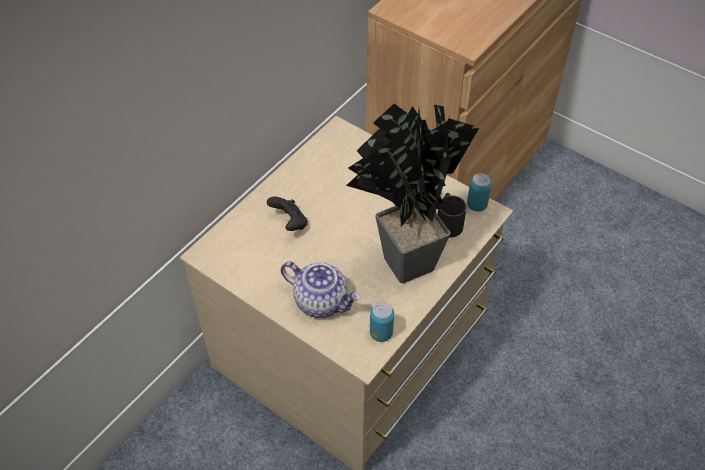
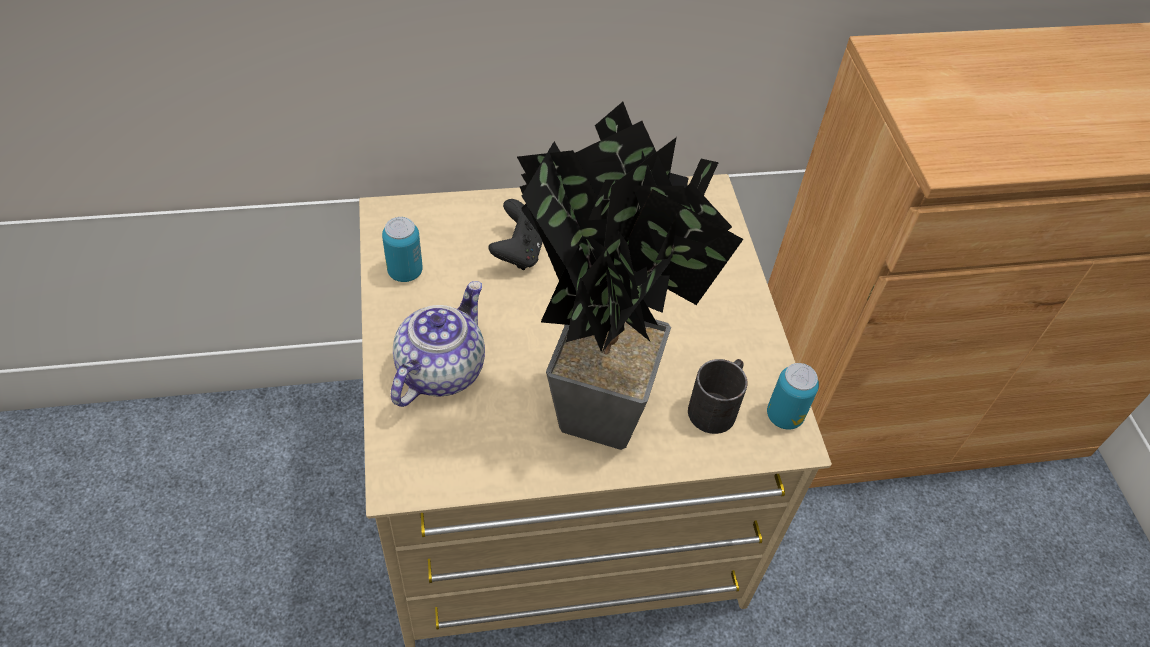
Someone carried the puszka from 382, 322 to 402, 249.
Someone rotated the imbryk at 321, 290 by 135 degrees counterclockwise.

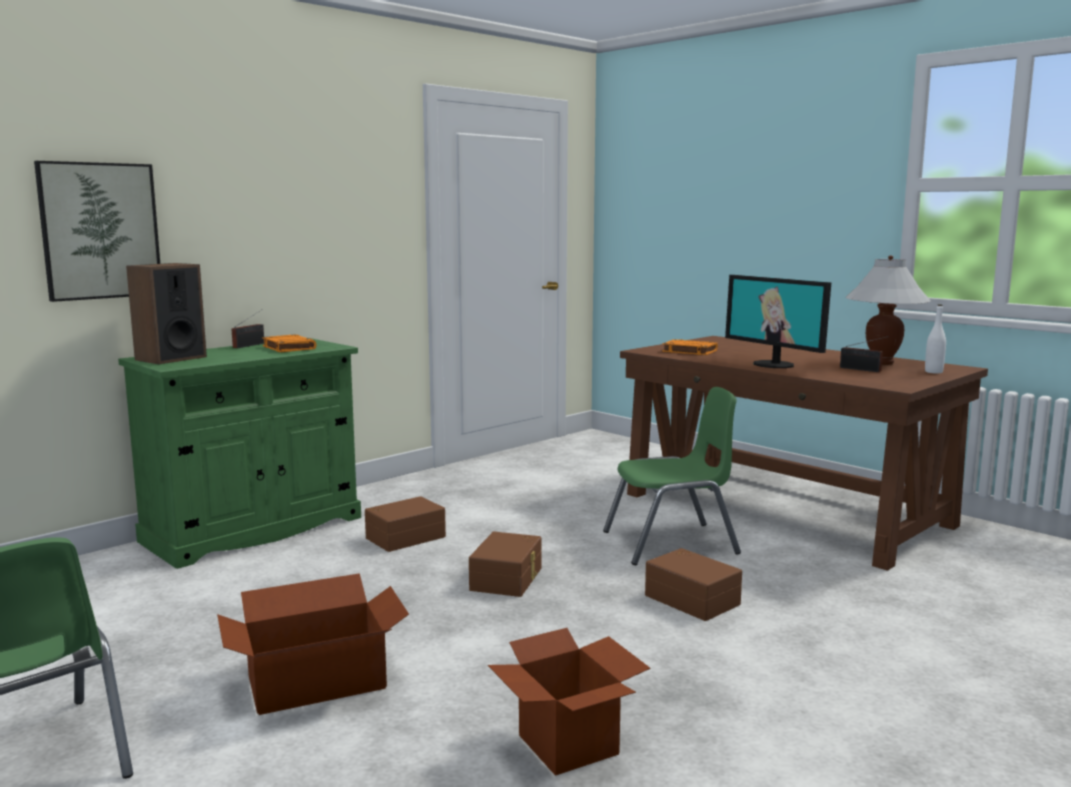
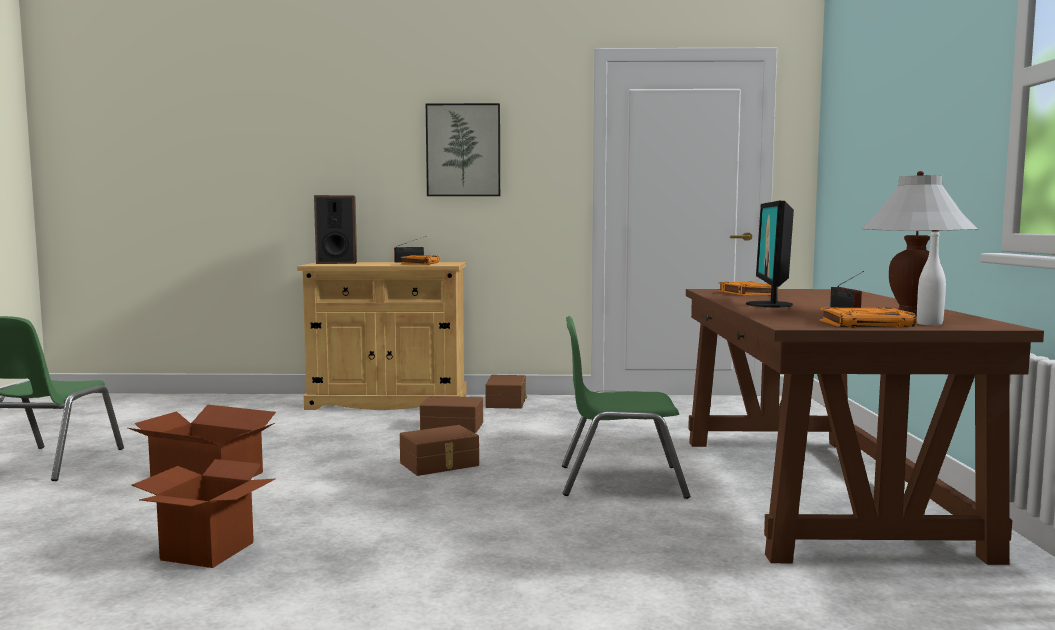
Someone put down the książka/pomarańczowy at 868, 317.
Someone carried the obraz from 97, 231 to 463, 149.
Someone carried the pojemnik do przechowywania/brązowy from 693, 584 to 506, 392.
Someone repainted the szafka/zielony at 239, 453, which became the szafka/beżowy at 382, 336.
Someone rotated the krzesło/zielony at 672, 476 by 150 degrees clockwise.

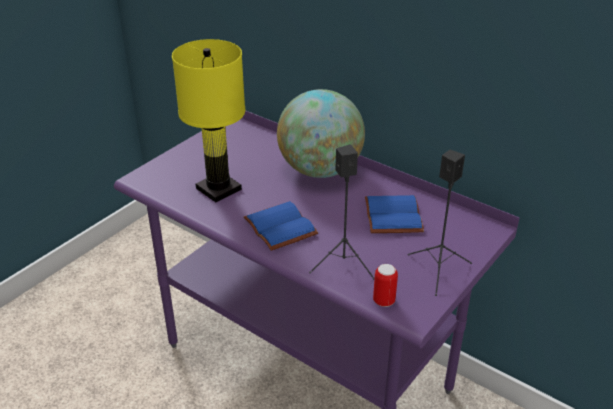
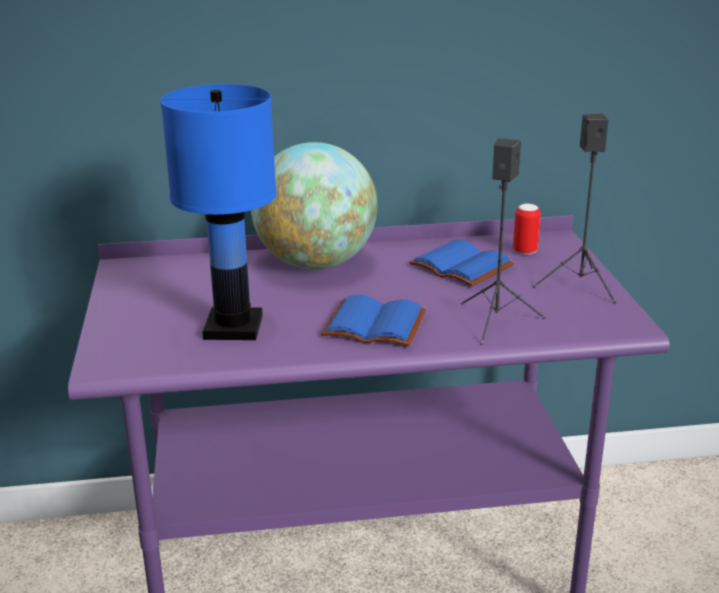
Someone carried the puszka from 385, 285 to 527, 229.
Someone repainted the lampa stołowa/żółty at 208, 121, which became the lampa stołowa/niebieski at 218, 212.

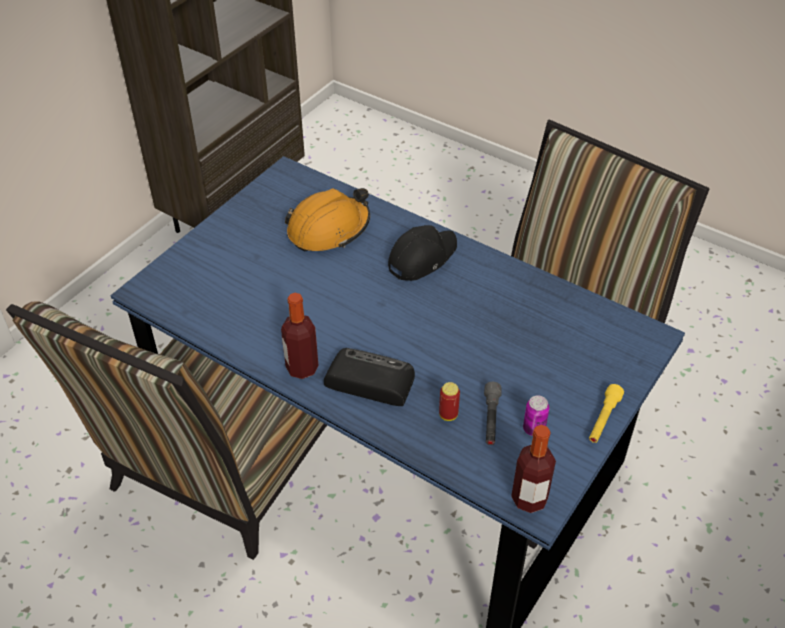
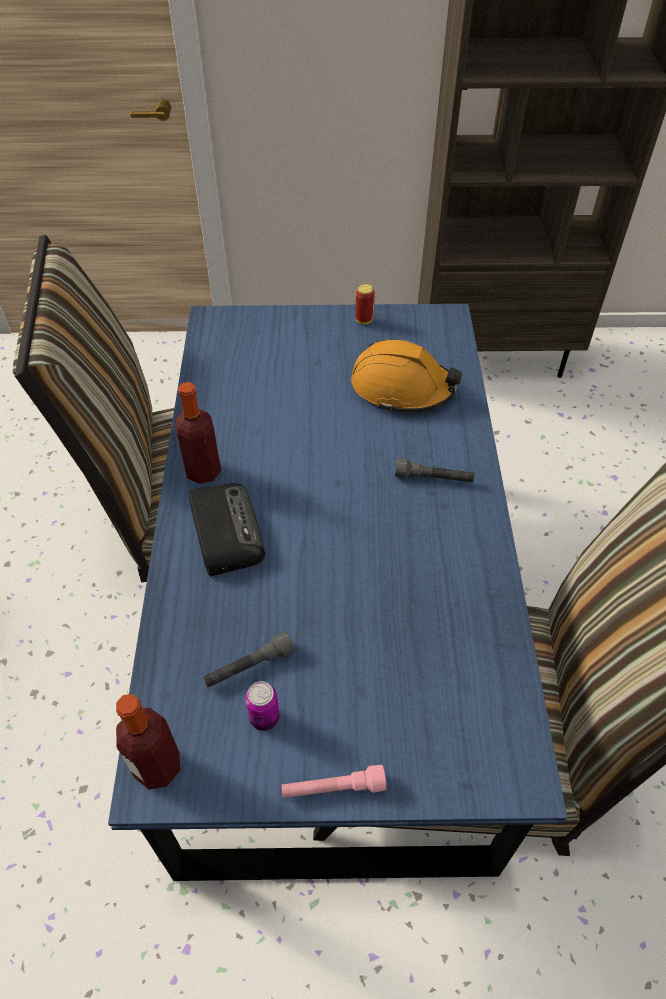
Someone carried the puszka from 449, 401 to 365, 304.
Someone swapped the czapka z daszkiem/czarny at 422, 253 for the latarka/szary at 435, 470.
Someone repainted the latarka/żółty at 606, 413, which became the latarka/różowy at 333, 781.

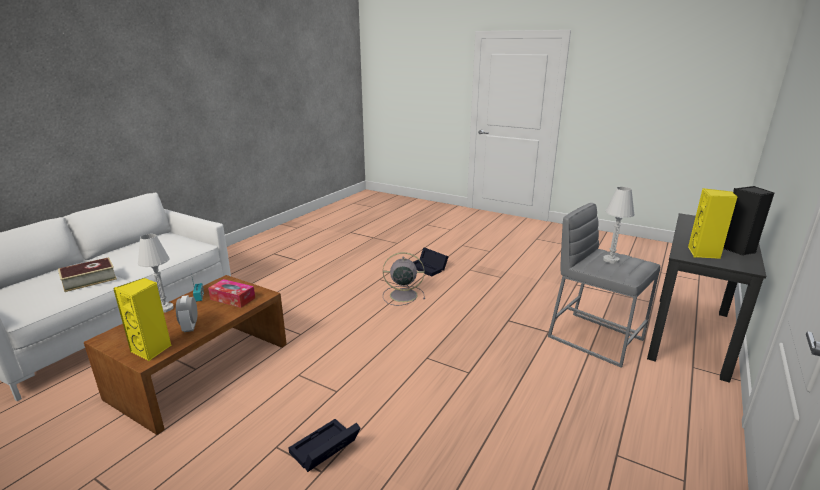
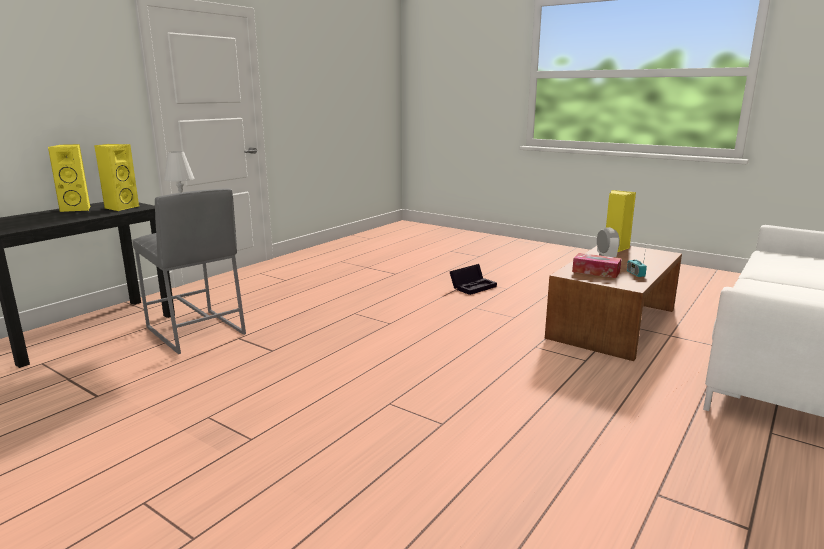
Someone took away the książka at 87, 274.
Someone took away the lampa stołowa/biały at 156, 273.
Someone took away the wentylator/szary at 404, 279.
Someone took away the pojemnik do przechowywania/czarny at 431, 262.
Someone repainted the głośnik/czarny at 748, 221, which became the głośnik/żółty at 69, 178.

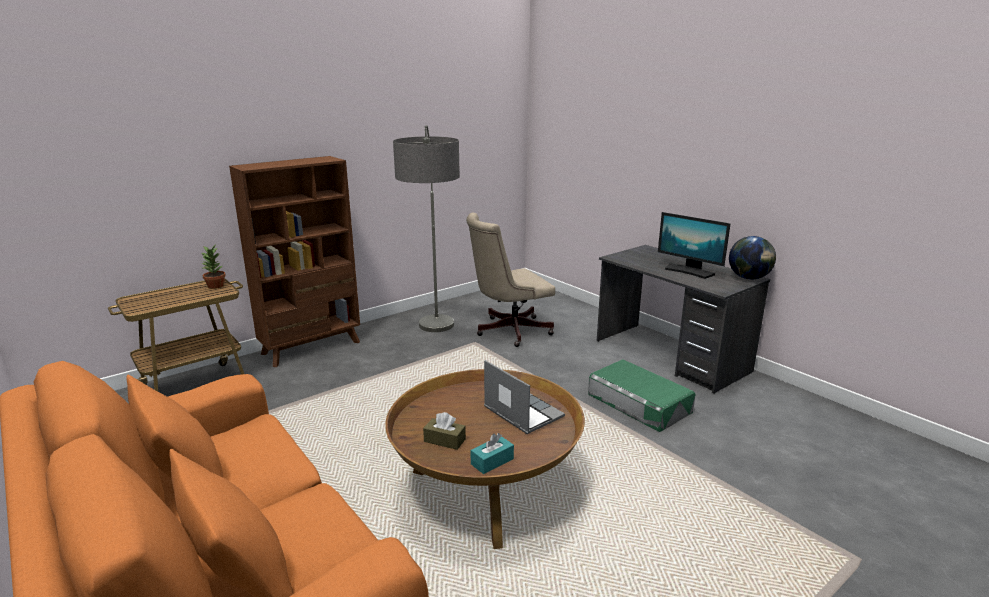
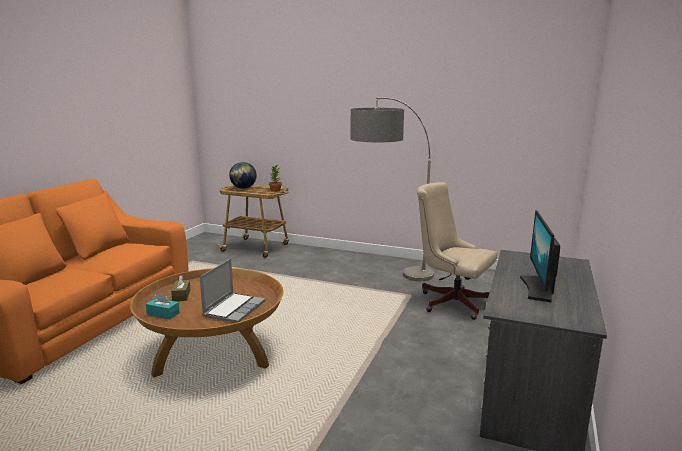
Someone took away the regał/brązowy at 294, 261.
Someone took away the pojemnik do przechowywania/zielony at 642, 395.
Someone carried the globus from 752, 257 to 243, 175.

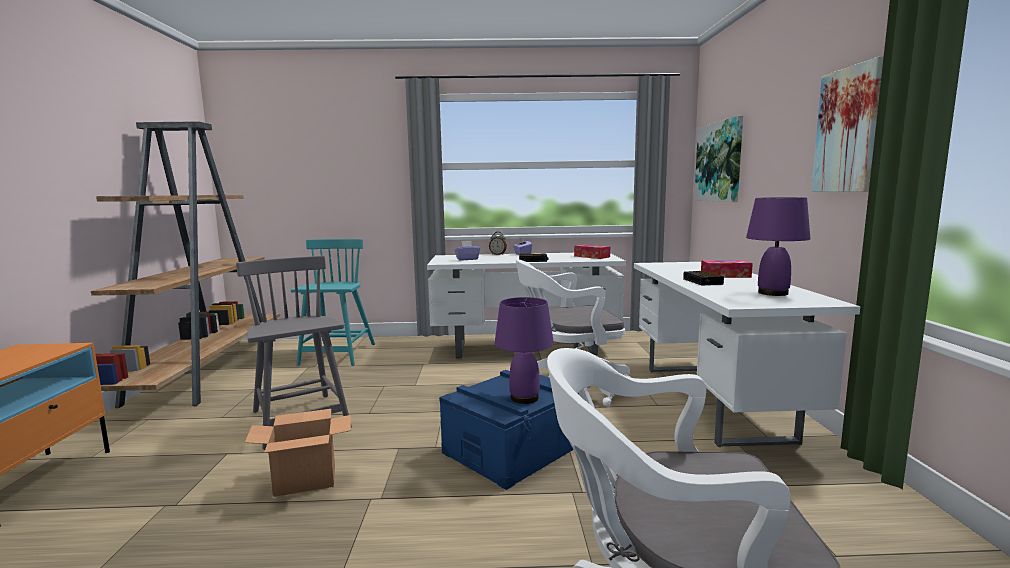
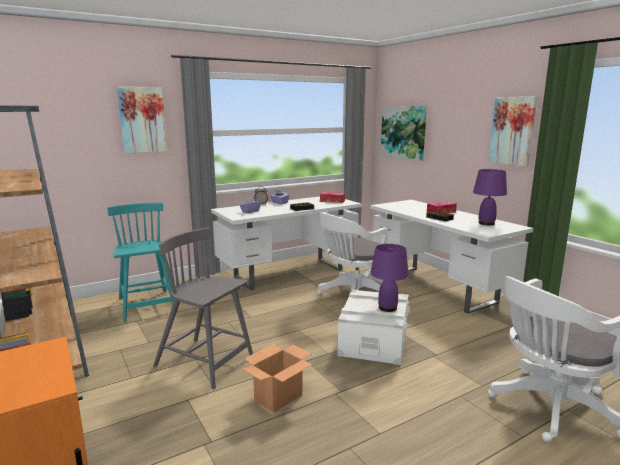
Someone put up the obraz at 142, 120.
Someone repainted the pojemnik do przechowywania/niebieski at 509, 430, which became the pojemnik do przechowywania/biały at 373, 327.

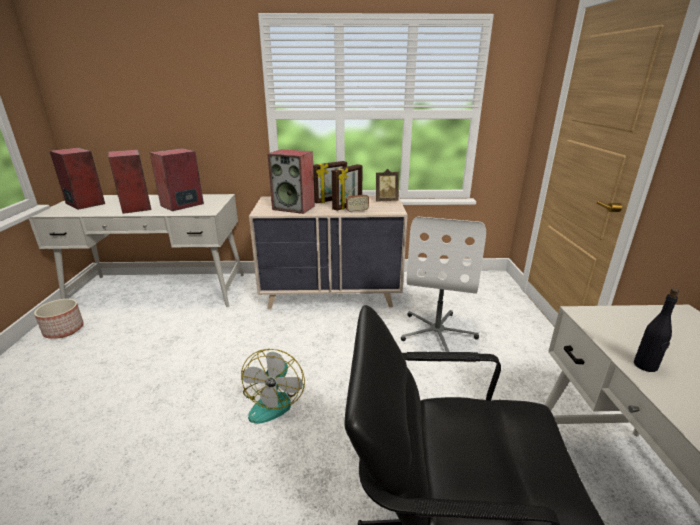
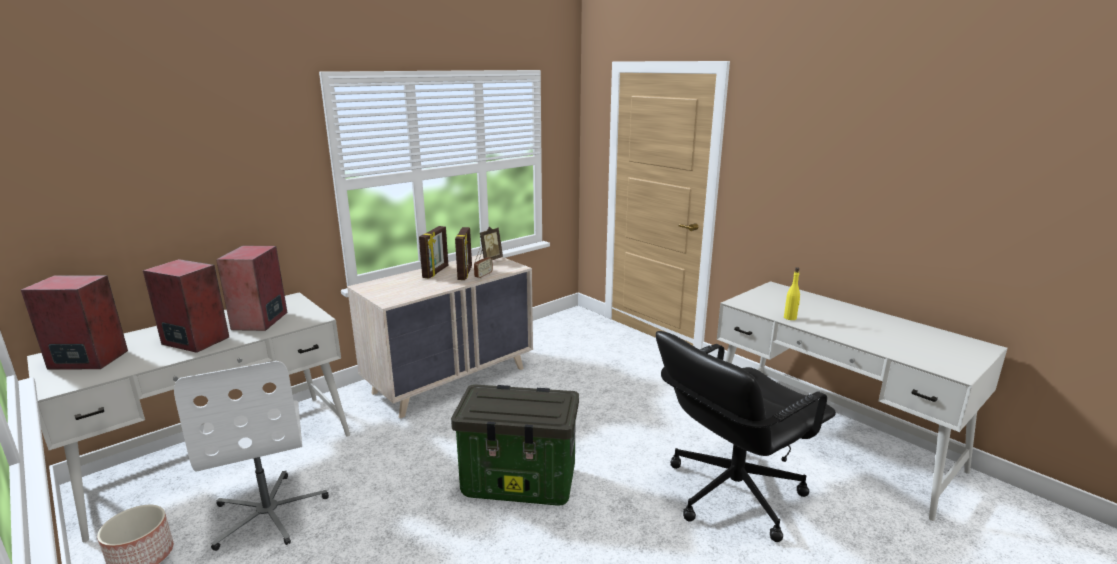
Someone took away the głośnik at 291, 181.
Someone carried the krzesło biurowe/biały from 443, 284 to 251, 456.
Someone swapped the wentylator at 273, 386 for the pojemnik do przechowywania at 515, 445.
Someone repainted the butelka/czarny at 656, 330, which became the butelka/żółty at 792, 293.

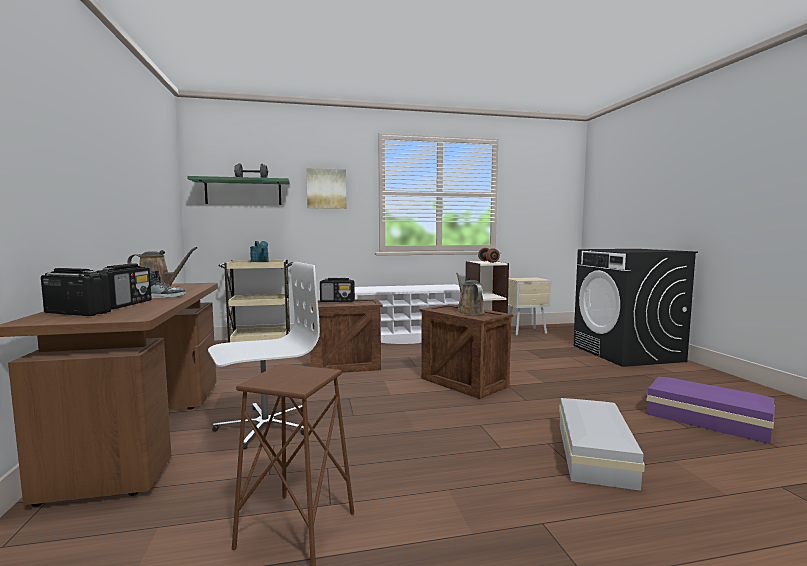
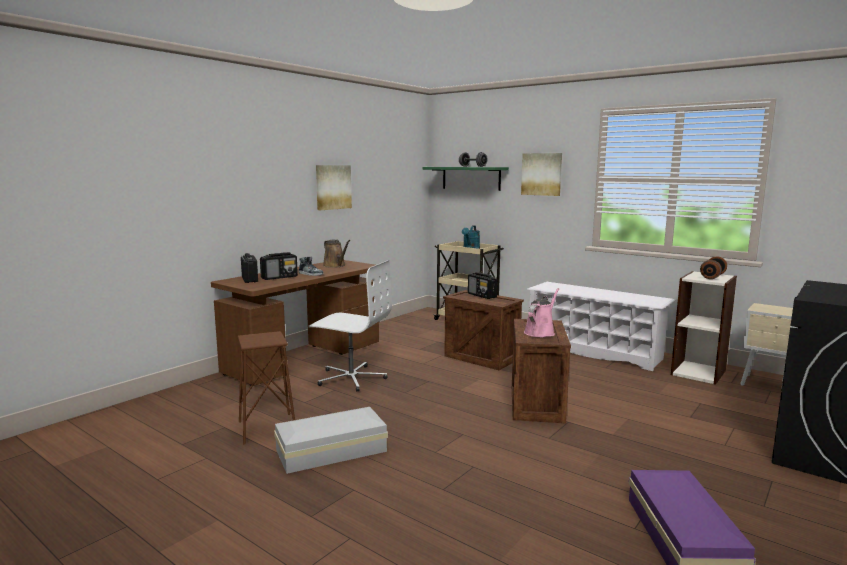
Someone put up the obraz at 334, 187.
Someone carried the pojemnik do przechowywania/biały from 602, 444 to 331, 440.
Someone repainted the konewka/brązowy at 470, 294, which became the konewka/różowy at 542, 312.

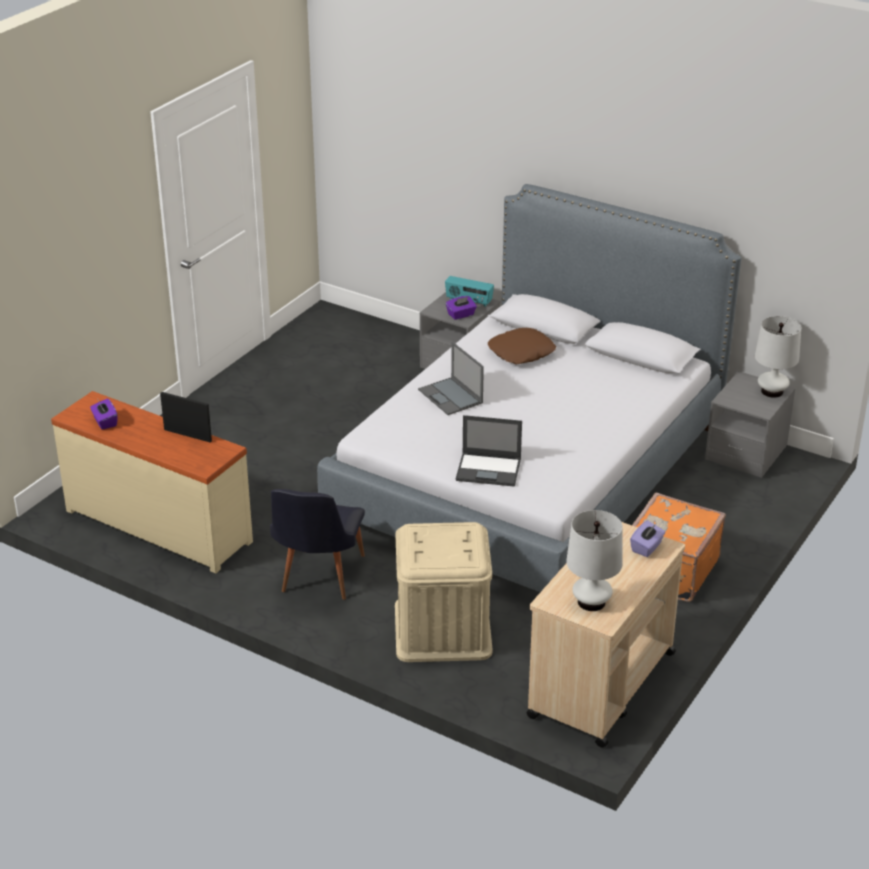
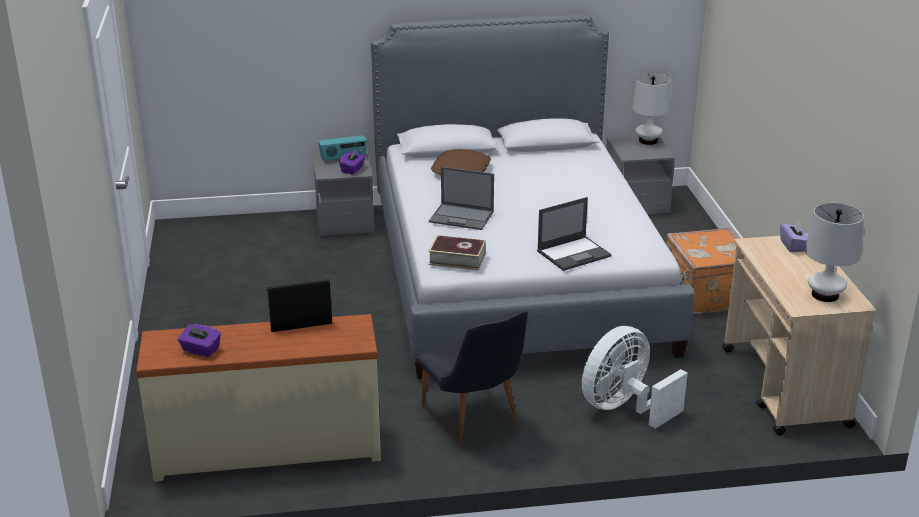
Someone put down the książka at 457, 252.
Someone swapped the pojemnik do przechowywania/beżowy at 444, 592 for the wentylator/biały at 635, 377.

